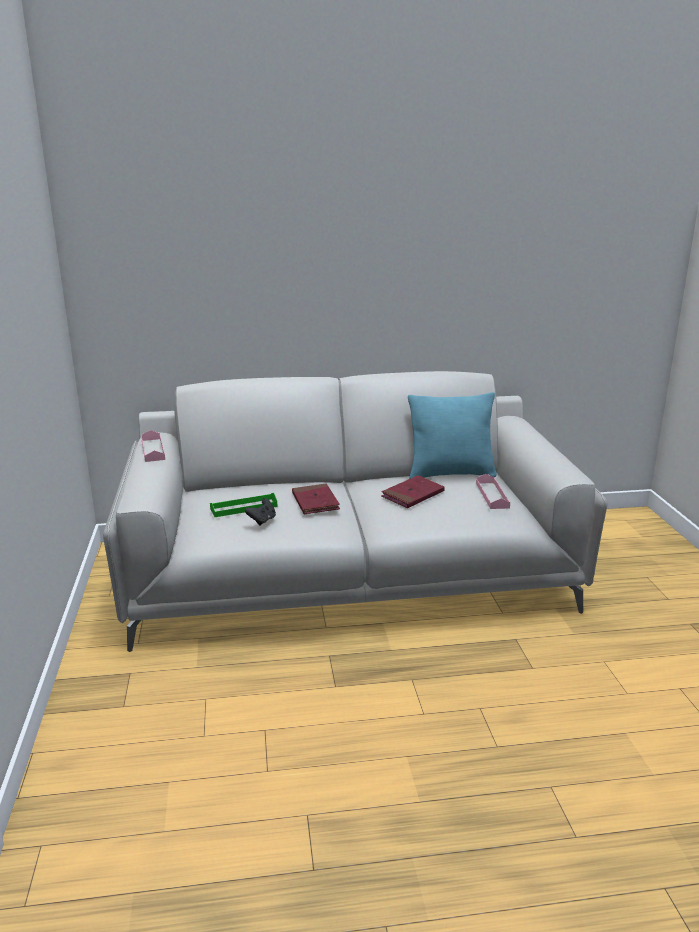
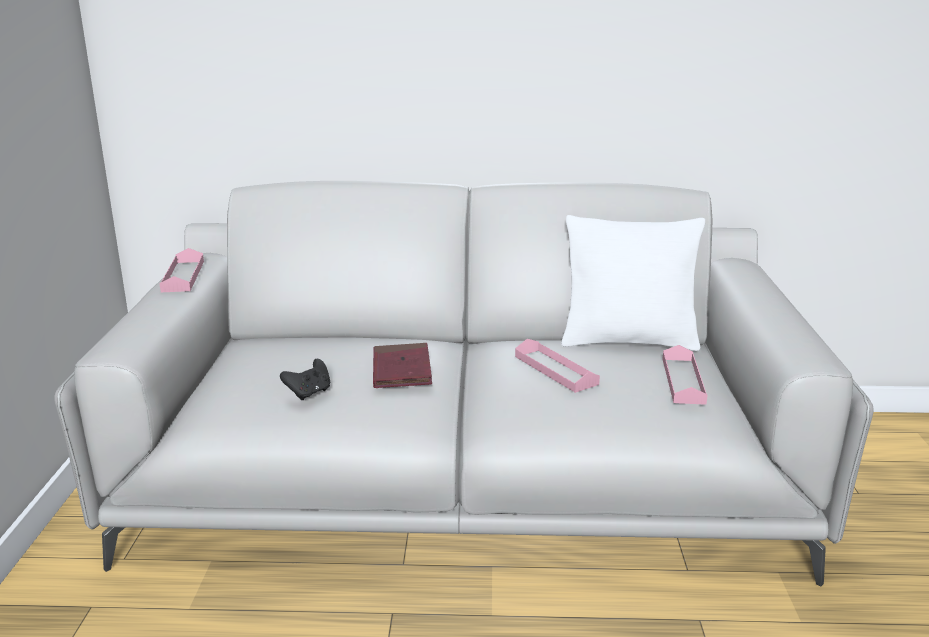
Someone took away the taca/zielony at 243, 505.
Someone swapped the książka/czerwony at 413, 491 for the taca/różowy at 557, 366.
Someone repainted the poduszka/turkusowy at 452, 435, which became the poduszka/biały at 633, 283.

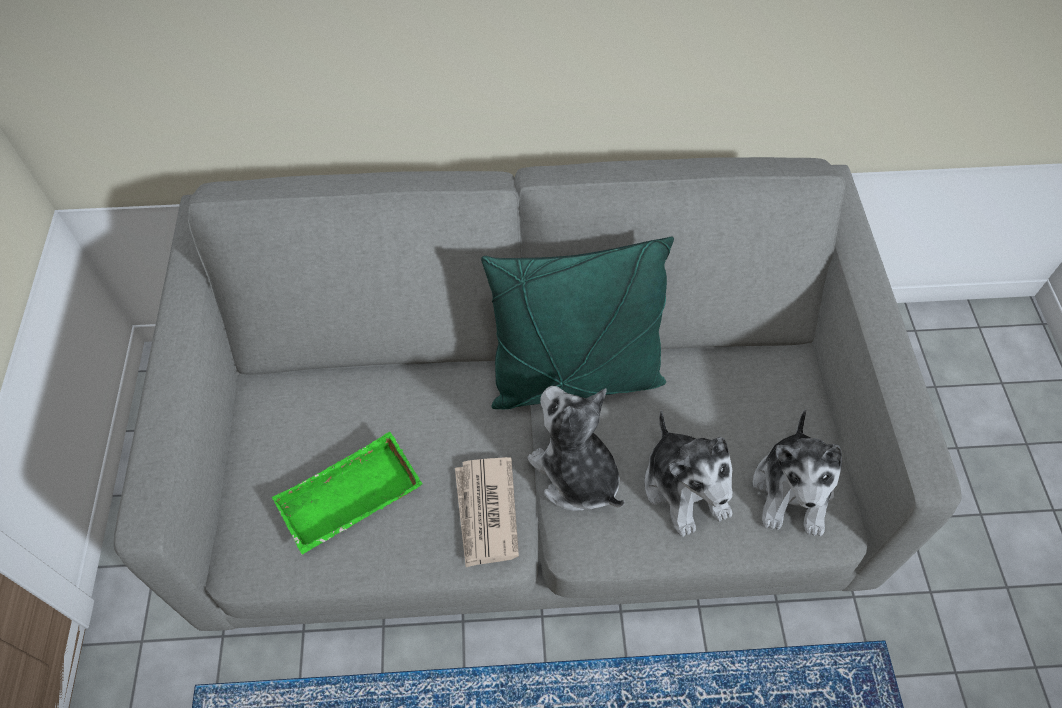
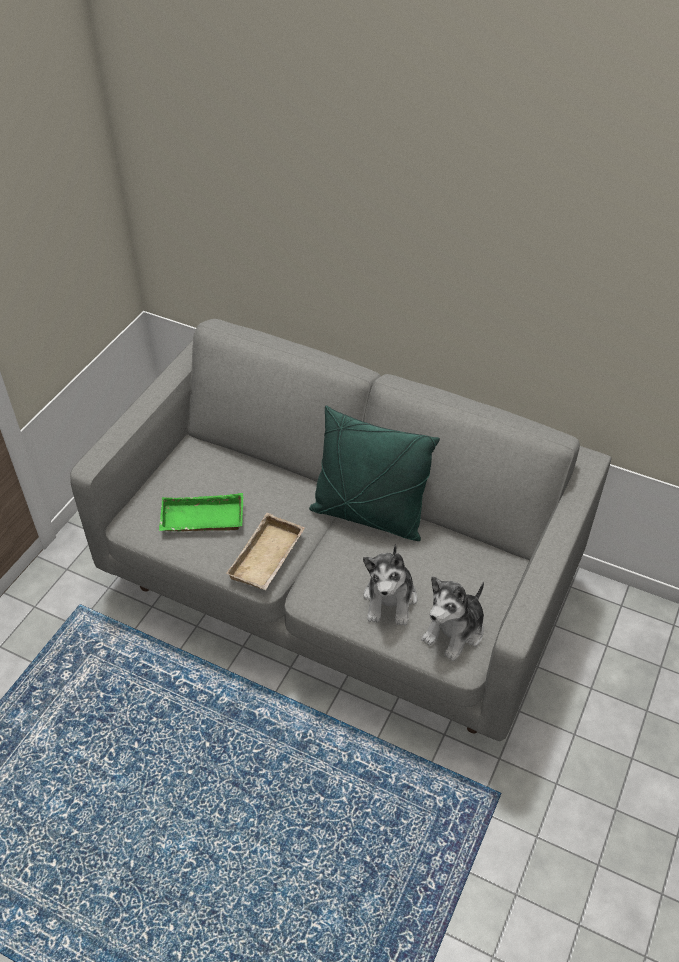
Someone took away the pluszak at 576, 448.
Someone swapped the gazeta at 487, 512 for the taca/beżowy at 265, 551.

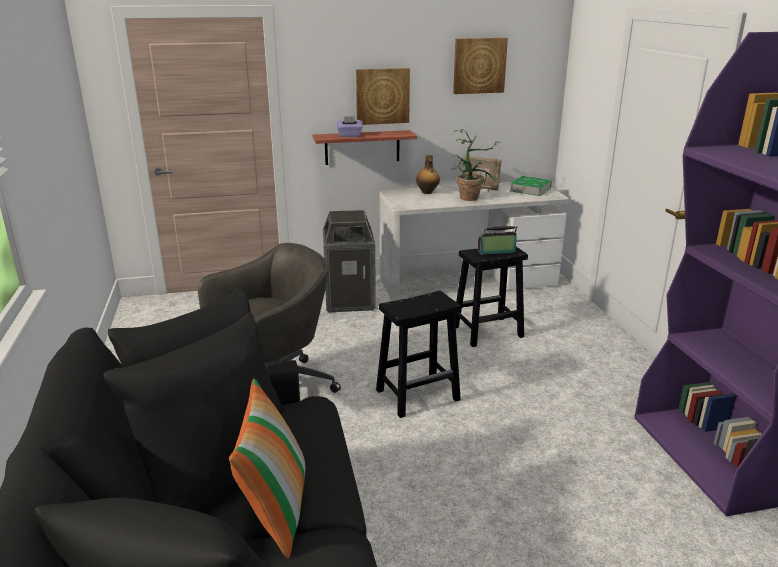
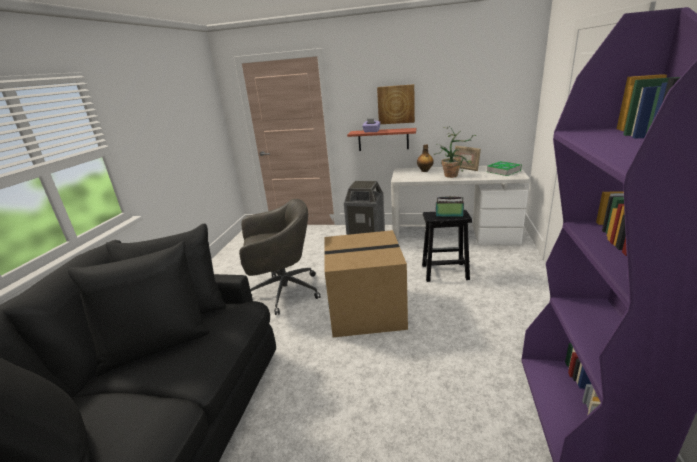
Someone took away the poduszka at 267, 469.
Someone took away the obraz at 480, 66.
Someone swapped the stołek/czarny at 418, 354 for the karton at 366, 283.

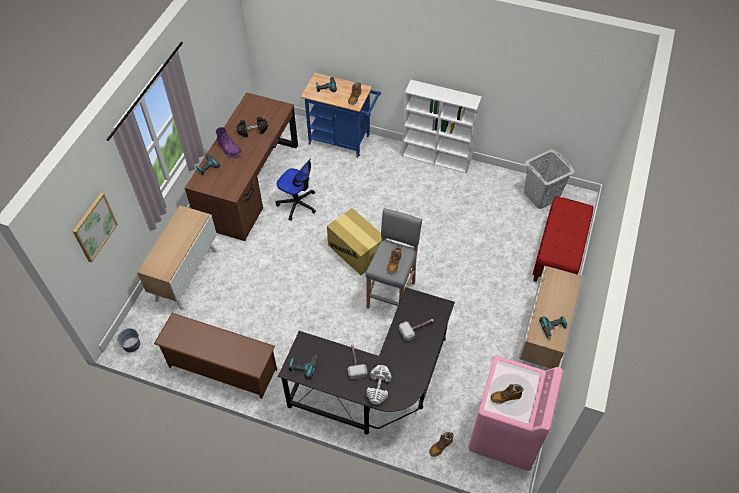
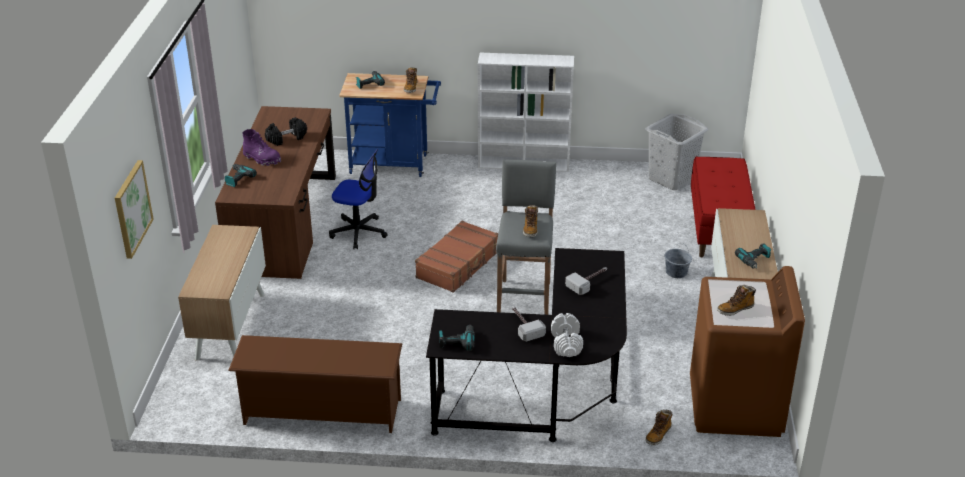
Someone carried the wiadro/szary from 128, 340 to 678, 260.
Someone swapped the karton at 356, 241 for the walizka/brązowy at 456, 257.
Someone repainted the pralka/różowy at 515, 413, which became the pralka/brązowy at 747, 351.

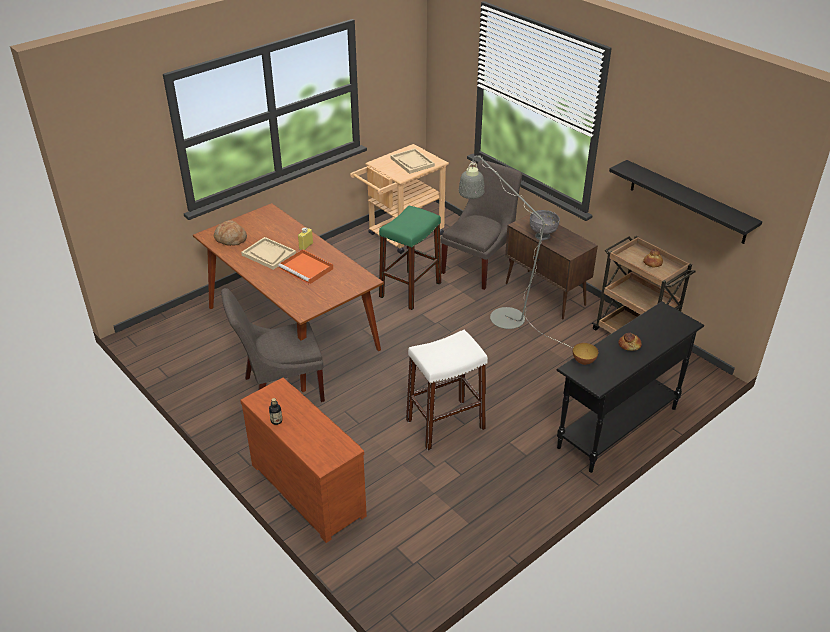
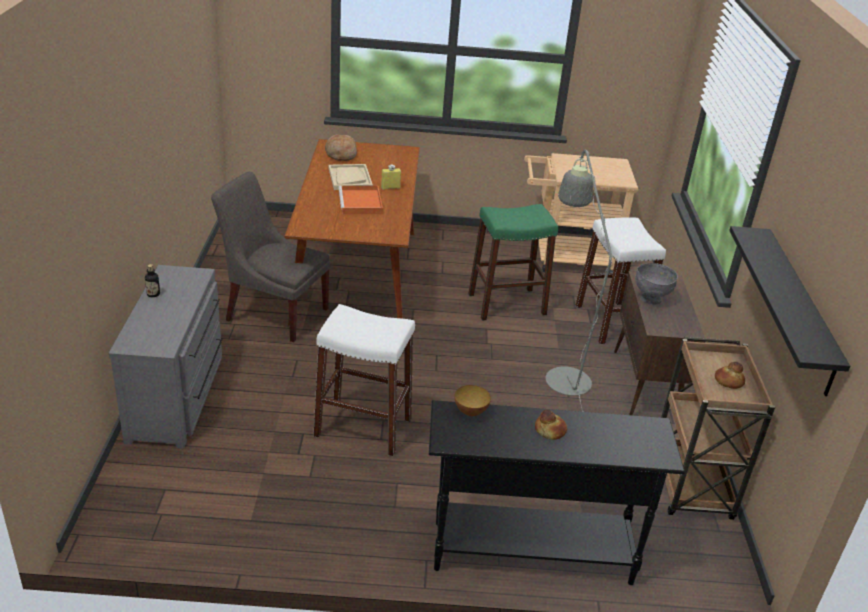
Someone took away the taca/beżowy at 413, 161.
Someone swapped the krzesło/szary at 481, 225 for the stołek/biały at 620, 280.
Someone repainted the komoda/brązowy at 303, 460, which became the komoda/szary at 166, 357.

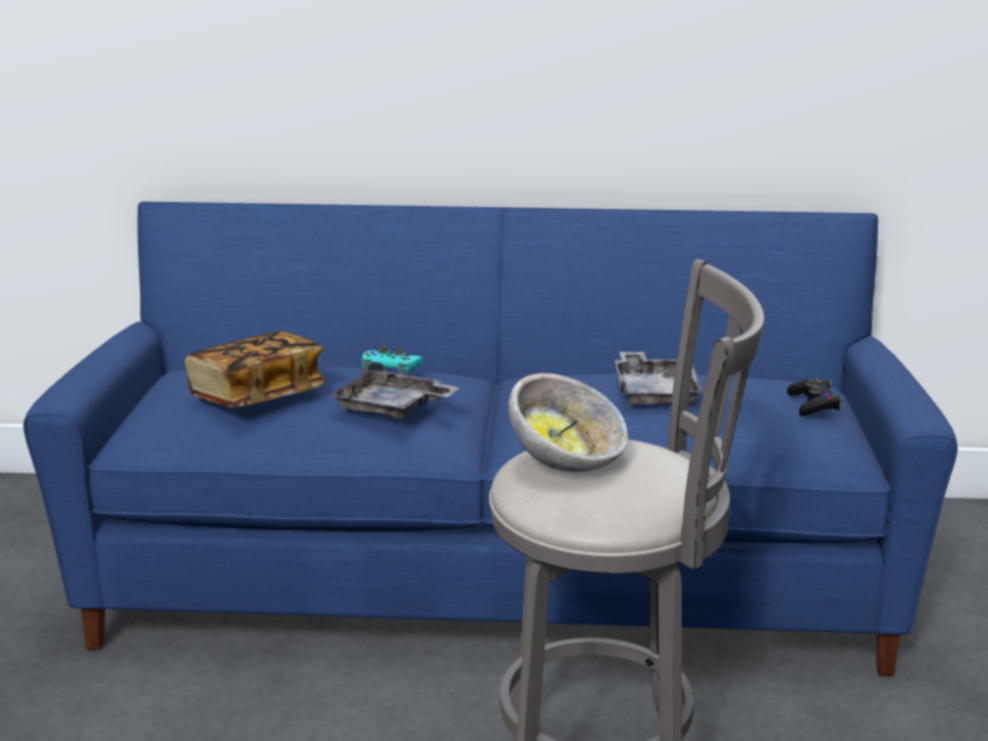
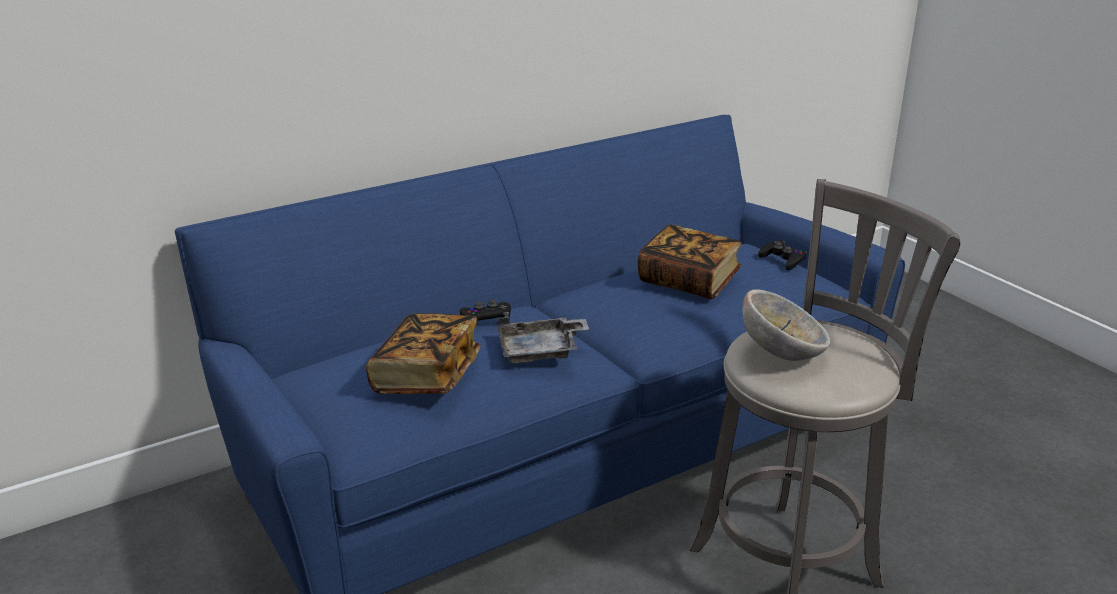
Someone swapped the taca/szary at 659, 379 for the książka at 689, 261.
Someone repainted the pad do gier/turkusowy at 392, 360, which became the pad do gier/czarny at 485, 313.

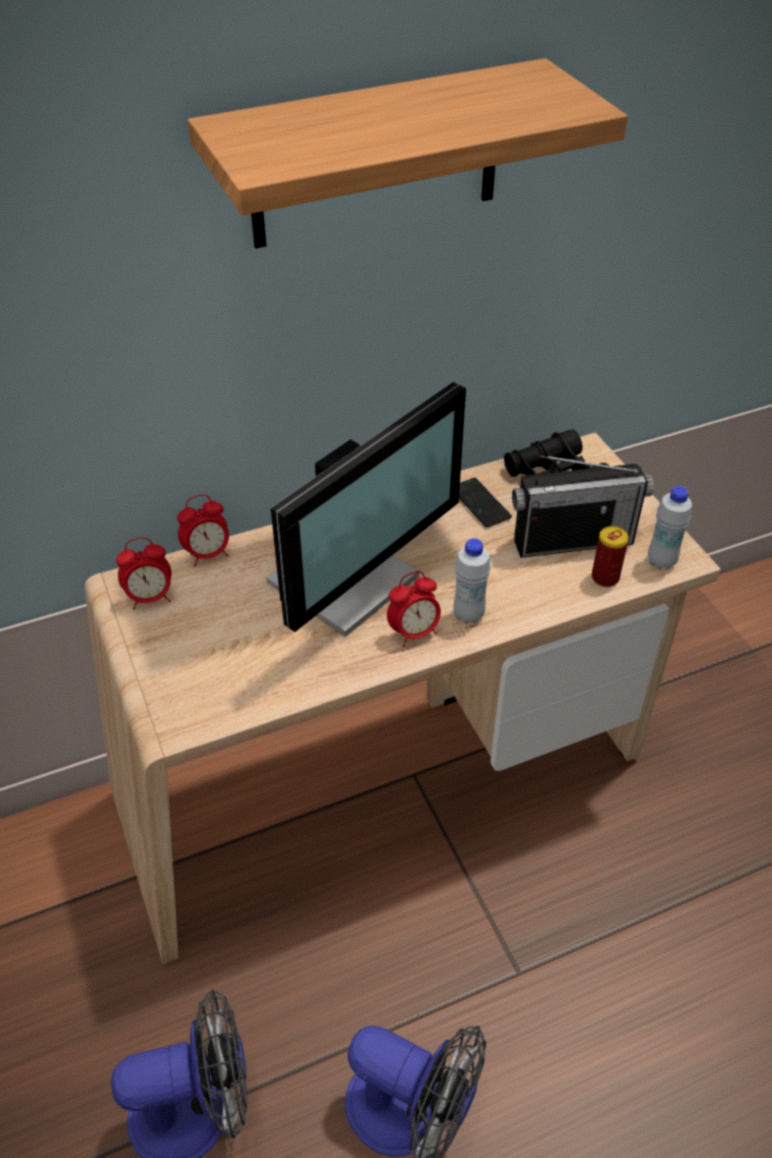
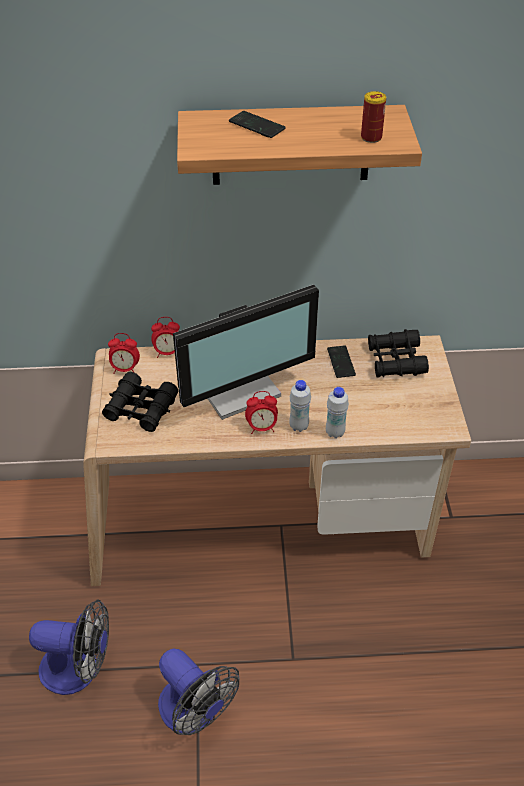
Someone took away the radio at 583, 506.
Someone put down the lornetka/czarny at 140, 402.
Someone put down the telefon at 257, 124.
Someone carried the puszka from 610, 556 to 373, 117.
Someone carried the butelka/biały from 670, 527 to 337, 413.

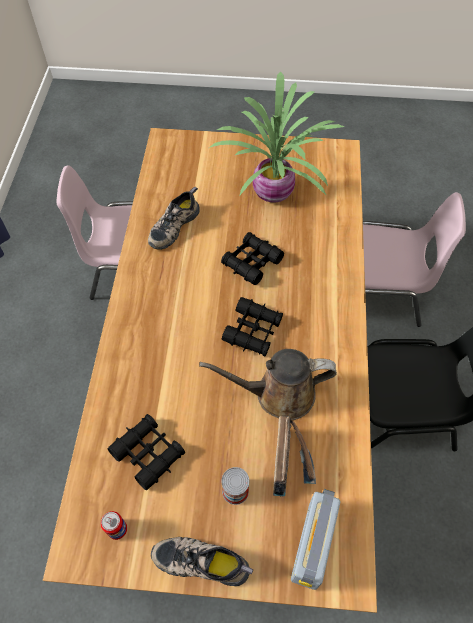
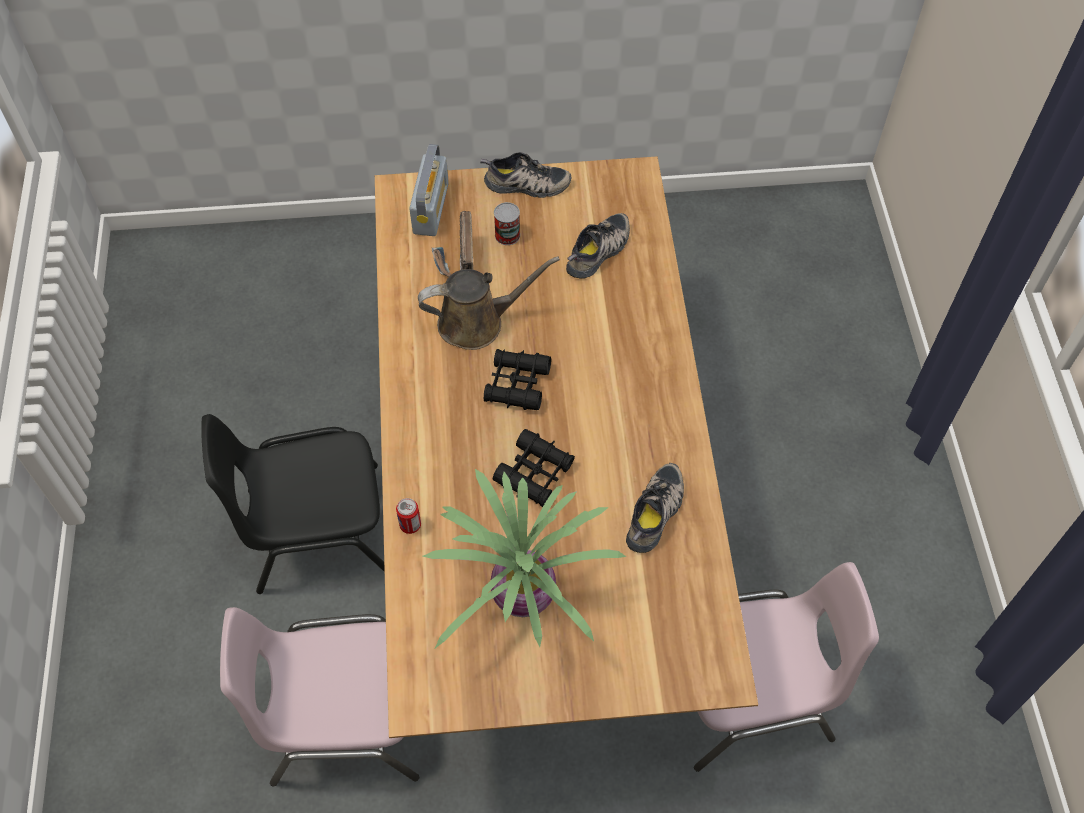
Someone carried the puszka from 114, 525 to 408, 516.
Someone swapped the lornetka/czarny at 146, 452 for the but at 598, 246.

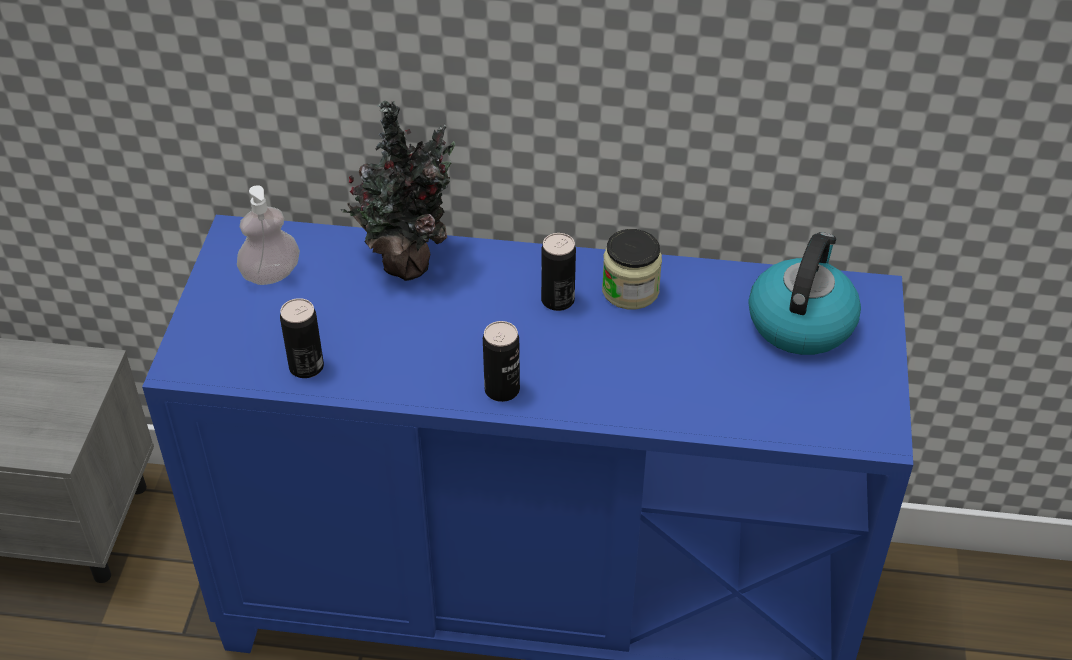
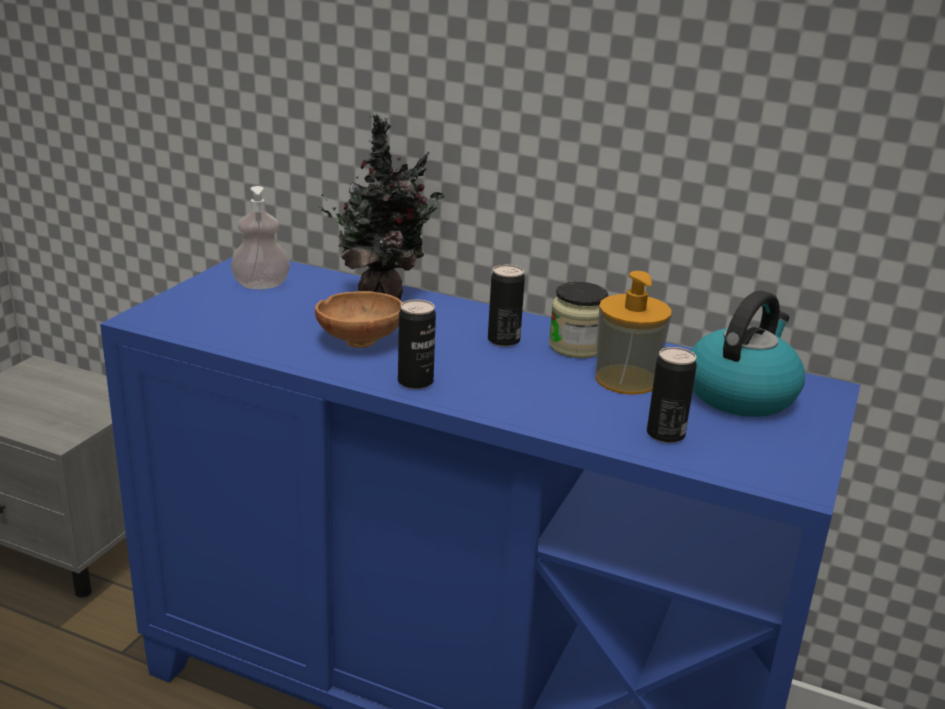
Someone put down the miska/brązowy at 359, 319.
Someone put down the dozownik mydła at 633, 333.
Someone carried the puszka from 302, 338 to 672, 395.

